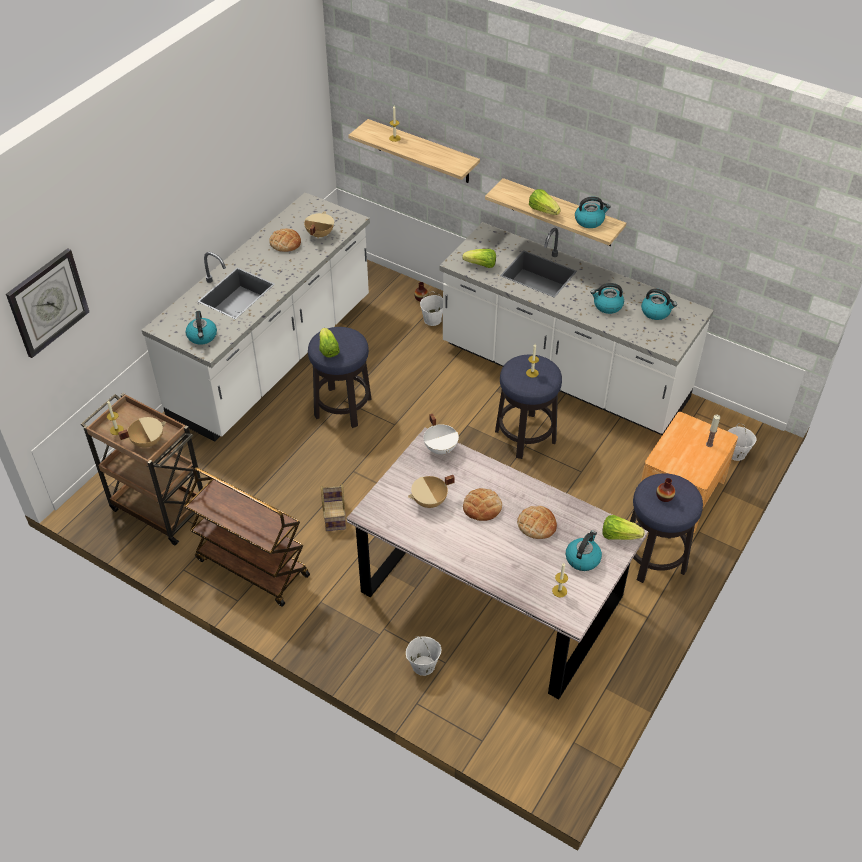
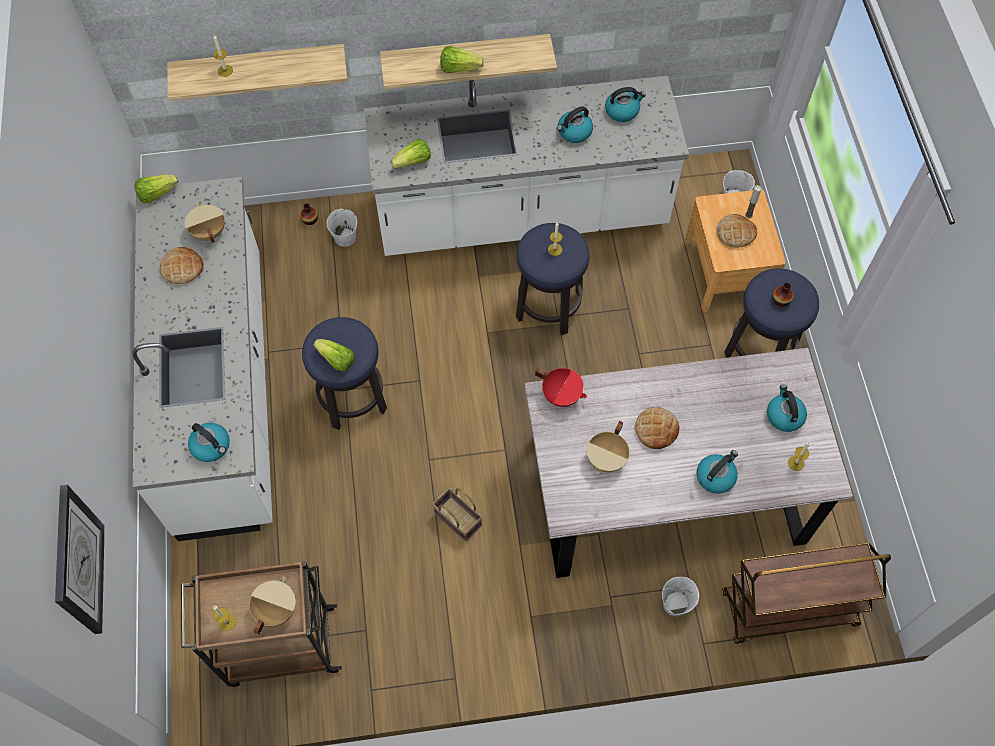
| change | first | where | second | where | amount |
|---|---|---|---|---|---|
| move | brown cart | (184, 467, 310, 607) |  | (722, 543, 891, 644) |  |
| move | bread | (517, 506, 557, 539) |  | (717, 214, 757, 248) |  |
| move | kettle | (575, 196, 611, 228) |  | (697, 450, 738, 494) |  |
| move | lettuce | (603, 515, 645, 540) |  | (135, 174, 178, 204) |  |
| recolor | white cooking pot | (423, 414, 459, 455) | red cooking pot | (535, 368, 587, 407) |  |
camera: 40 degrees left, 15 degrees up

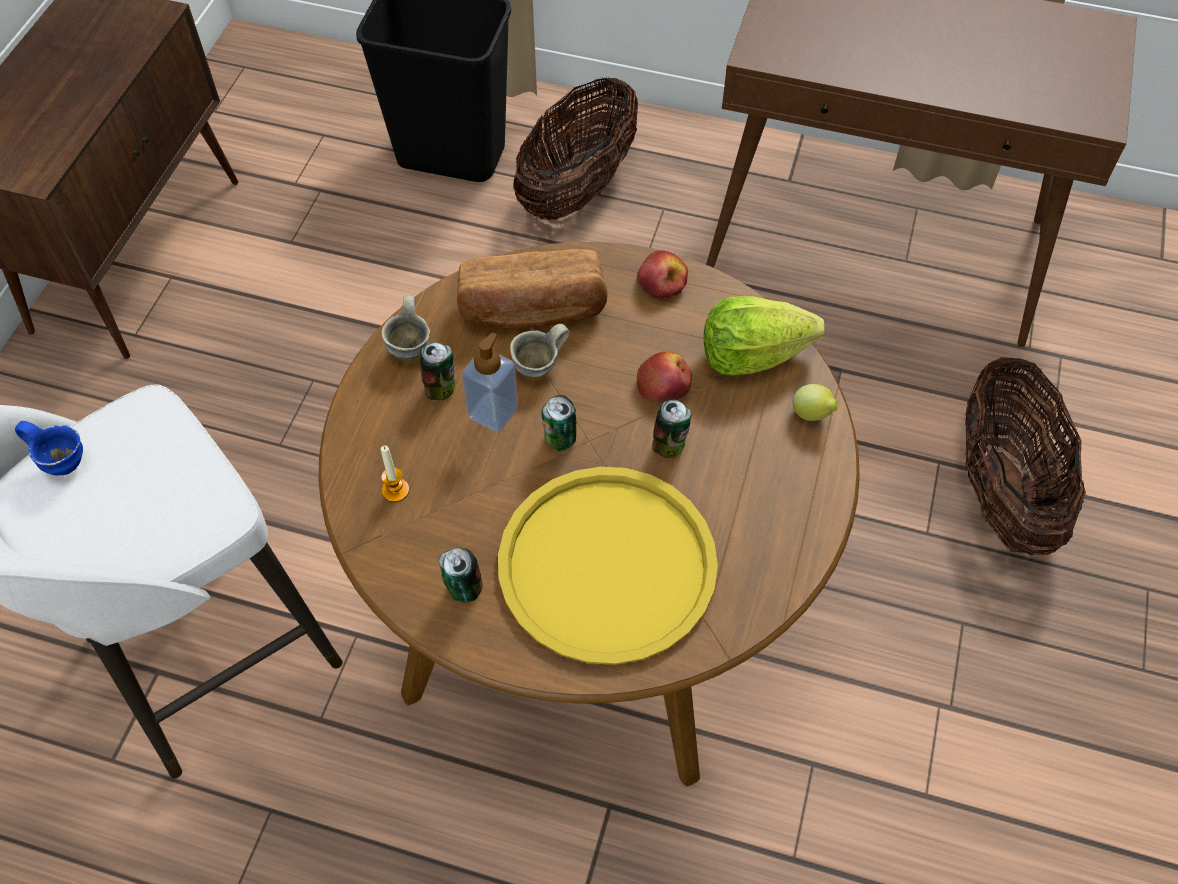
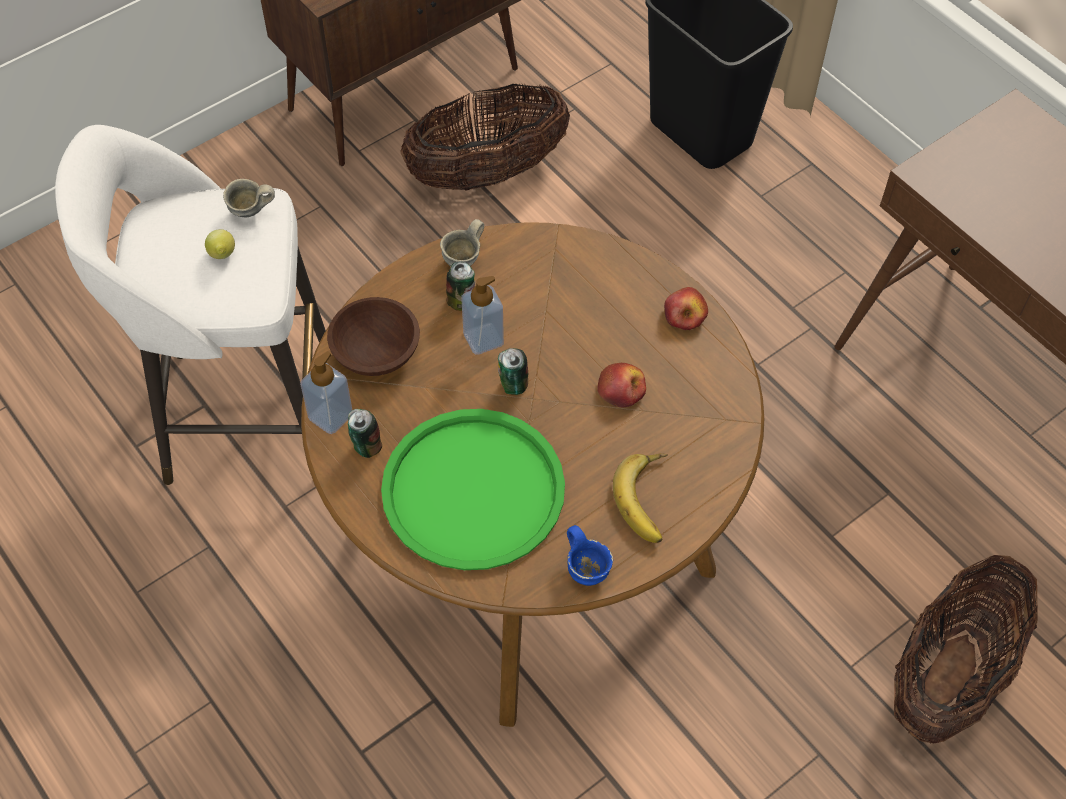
| change | first | where | second | where | amount |
|---|---|---|---|---|---|
| delete | bread | (457, 249, 607, 328) |  |  |  |
| delete | can | (652, 400, 691, 458) |  |  |  |
| delete | lettuce | (704, 296, 825, 376) |  |  |  |
| insert |  |  | soap dispenser | (300, 351, 352, 434) |  |
| insert |  |  | banana | (613, 453, 668, 543) |  |
| move | blue mug | (15, 421, 83, 475) |  | (567, 525, 613, 586) |  |
| move | grey mug | (510, 324, 570, 378) |  | (223, 179, 275, 217) |  |
| move | basket | (513, 76, 638, 220) |  | (401, 84, 570, 191) |  |
| move | lemon | (793, 384, 838, 421) |  | (205, 229, 235, 259) |  |
| replace | candle | (381, 446, 409, 502) | brown bowl | (327, 297, 420, 376) |  |
| recolor | yellow tray | (498, 467, 718, 665) | green tray | (381, 409, 565, 570) |  |
camera: 35 degrees right, 0 degrees up

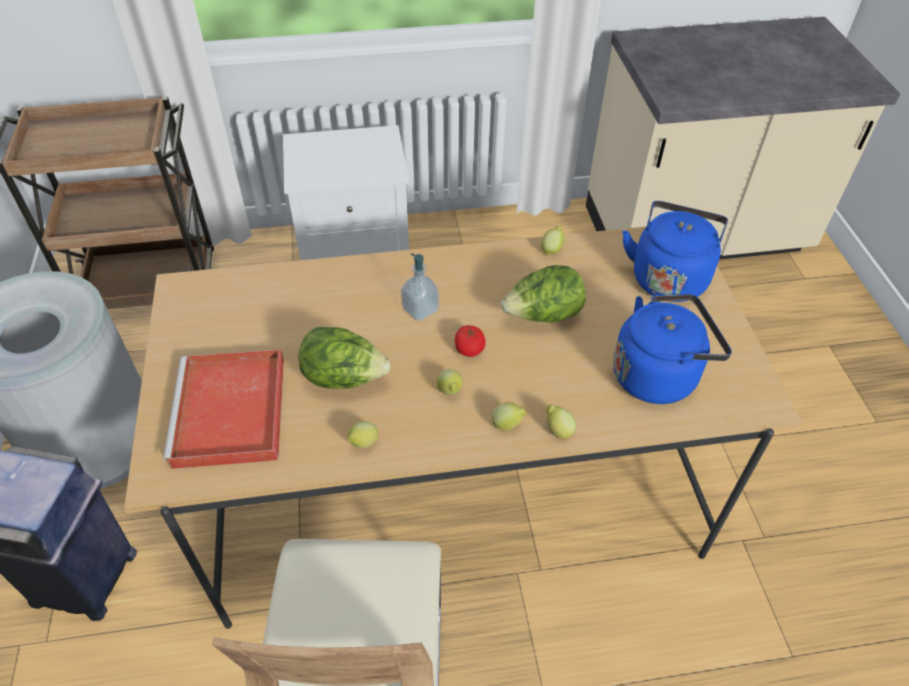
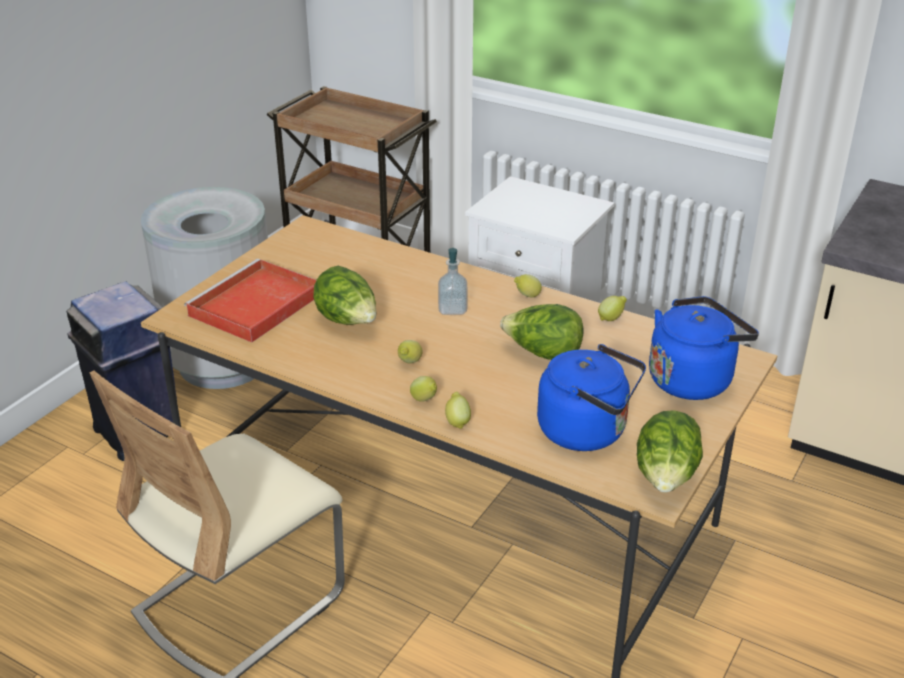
| change | first | where | second | where | amount |
|---|---|---|---|---|---|
| delete | tomato | (455, 325, 485, 357) |  |  |  |
| insert |  |  | lettuce | (637, 410, 703, 493) |  |
| move | lemon | (348, 421, 379, 448) |  | (514, 274, 542, 298) |  |
camera: 40 degrees right, 15 degrees down

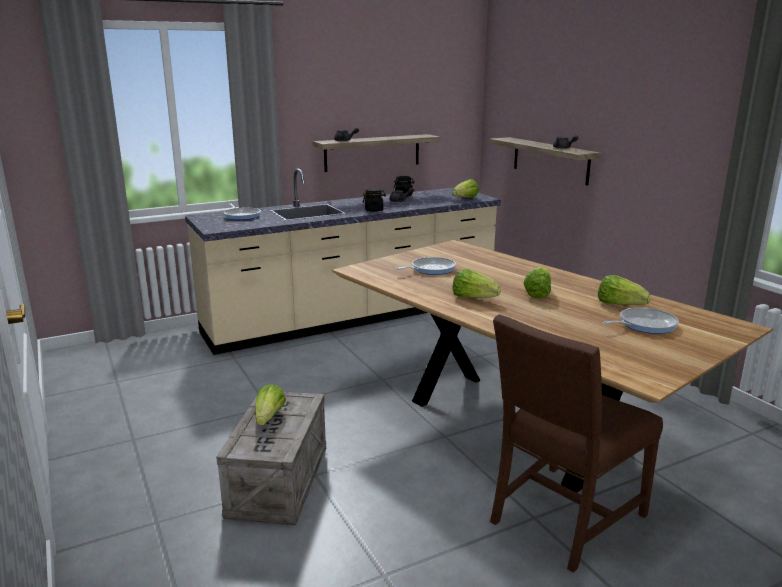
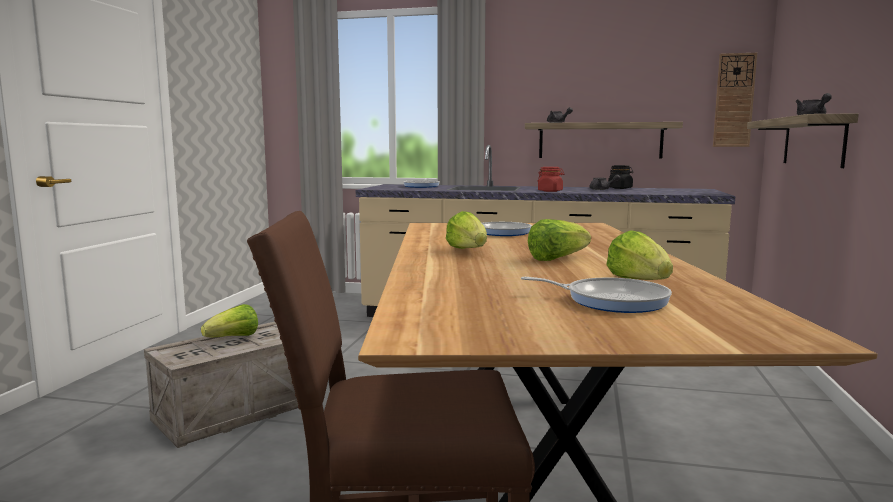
| change | first | where | second | where | amount |
|---|---|---|---|---|---|
| delete | lettuce | (452, 179, 479, 198) |  |  |  |
| insert |  |  | wall clock | (713, 53, 757, 147) |  |
| recolor | black jar | (363, 188, 386, 212) | red jar | (538, 167, 564, 192) |  |
camera: 40 degrees right, 10 degrees down

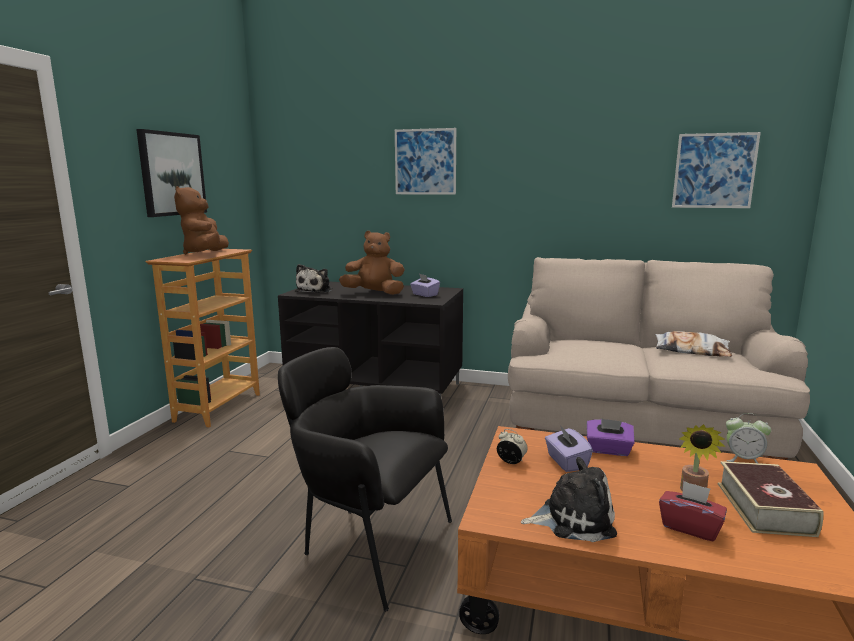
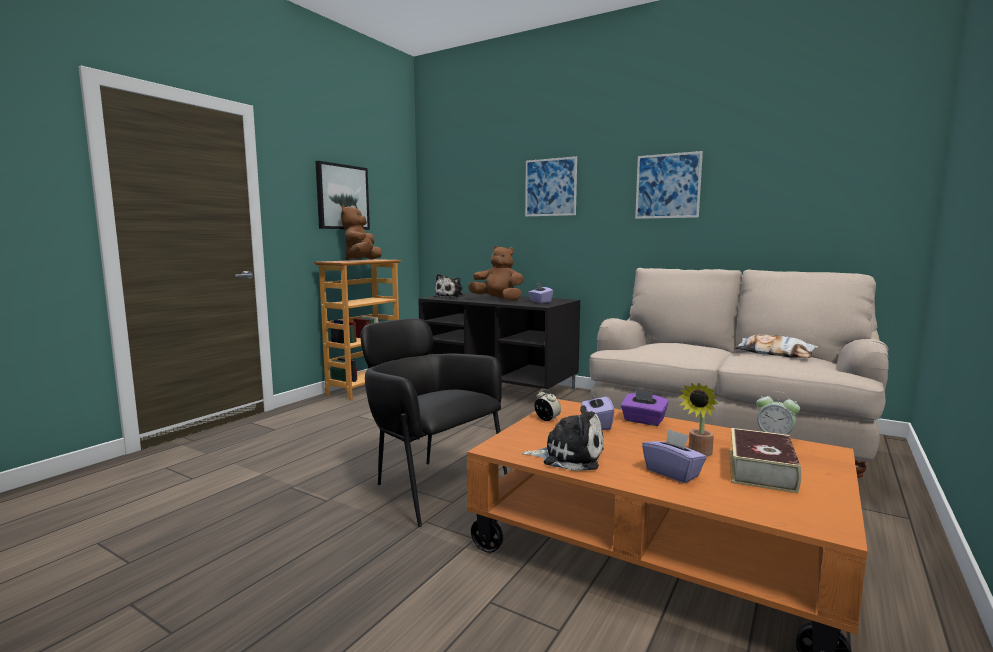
| change | first | where | second | where | amount |
|---|---|---|---|---|---|
| move | picture | (672, 132, 761, 208) |  | (635, 151, 703, 219) |  |
| recolor | red tissue box | (659, 481, 727, 542) | purple tissue box | (642, 429, 706, 483) |  |
camera: 15 degrees right, 5 degrees down

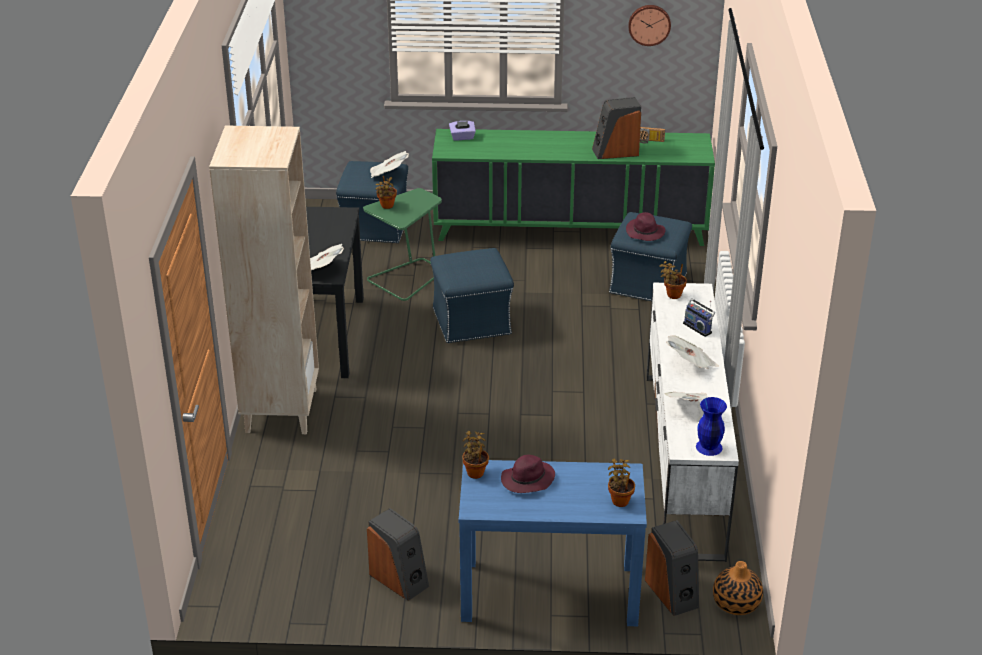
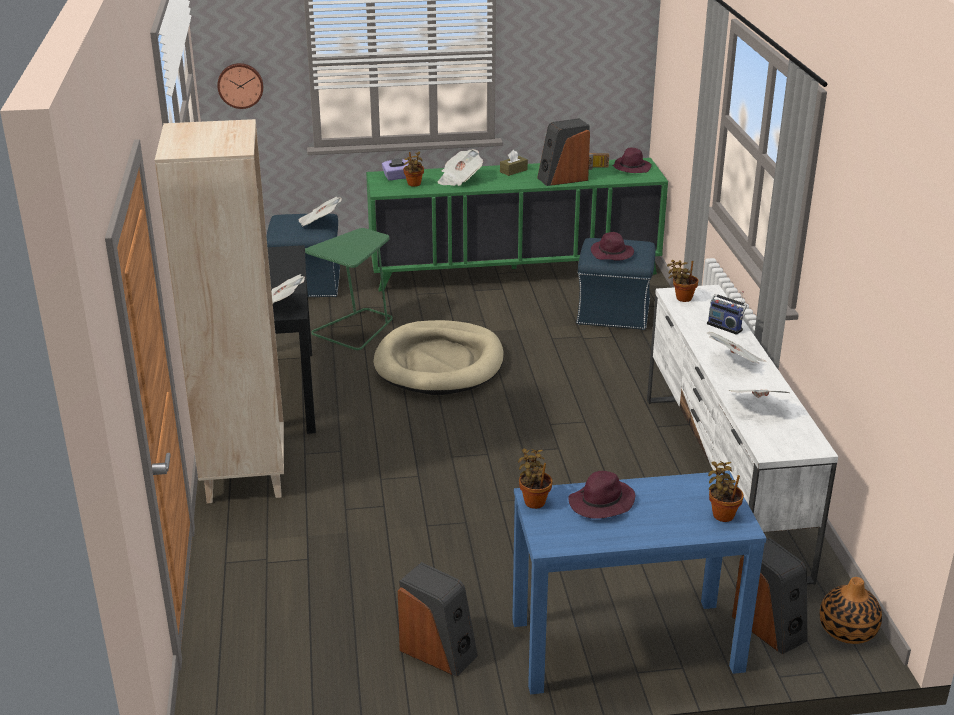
| change | first | where | second | where | amount |
|---|---|---|---|---|---|
| delete | blue vase | (696, 397, 727, 456) |  |  |  |
| insert |  |  | newspaper | (438, 149, 483, 186) |  |
| insert |  |  | brown tissue box | (500, 150, 528, 176) |  |
| insert |  |  | purple hat | (612, 148, 652, 173) |  |
| move | potted plant | (375, 176, 397, 209) |  | (403, 152, 424, 187) |  |
| move | wall clock | (628, 5, 671, 46) |  | (217, 63, 263, 109) |  |
| replace | blue ottoman | (430, 248, 514, 343) | beige dog bed | (373, 320, 504, 395) |  |
camera: 10 degrees left, 5 degrees down

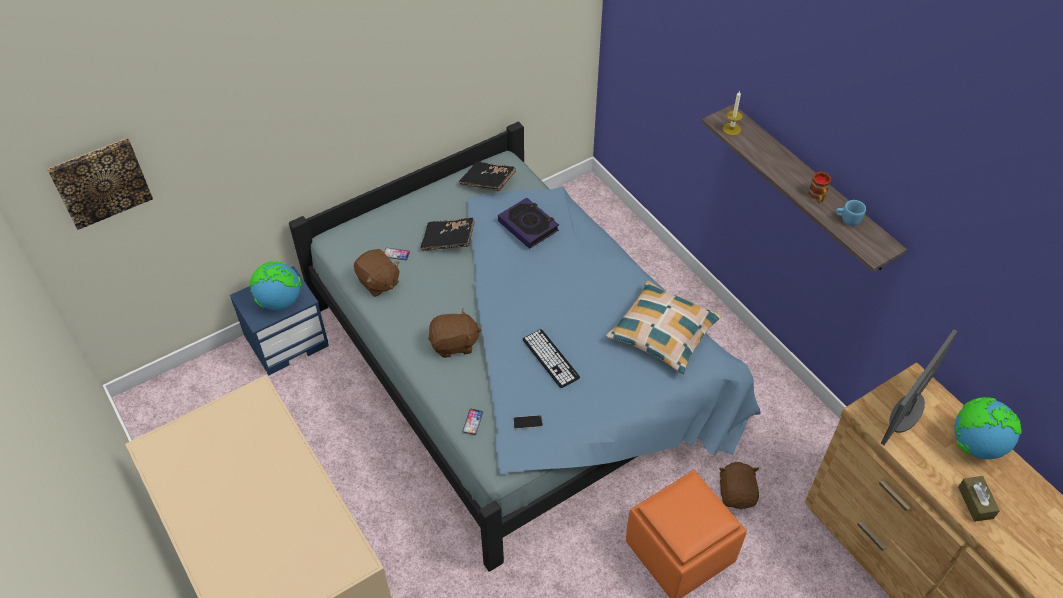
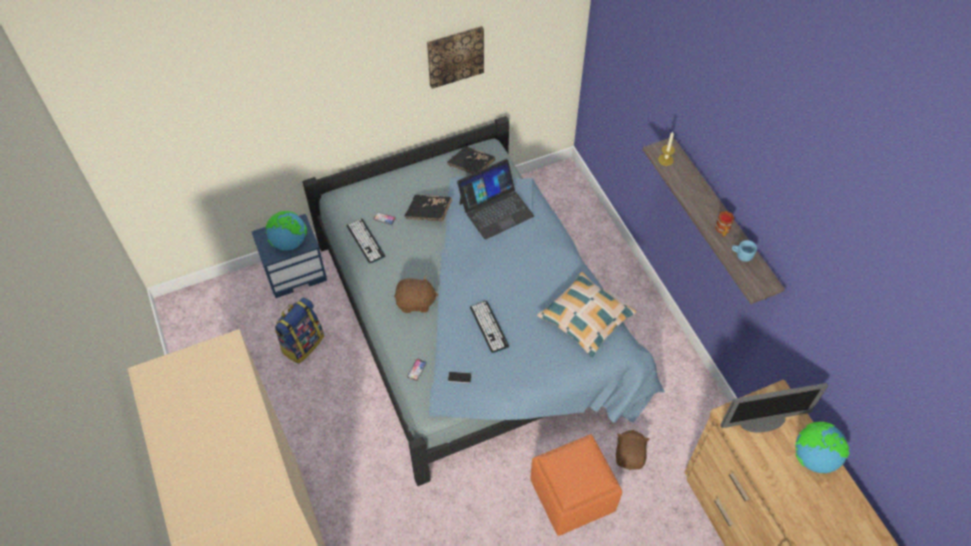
| change | first | where | second | where | amount |
|---|---|---|---|---|---|
| delete | brown tissue box | (958, 476, 1000, 522) |  |  |  |
| insert |  |  | backpack | (274, 297, 324, 364) |  |
| move | picture | (47, 138, 153, 230) |  | (427, 26, 484, 89) |  |
| replace | brown plush toy | (354, 249, 400, 297) | keyboard | (347, 218, 385, 264) |  |
| replace | book | (498, 198, 559, 249) | laptop | (457, 159, 534, 240) |  |
| rotate | monitor | (880, 329, 957, 445) |  | (721, 383, 828, 432) | 150 degrees counterclockwise |
camera: 10 degrees right, 5 degrees up

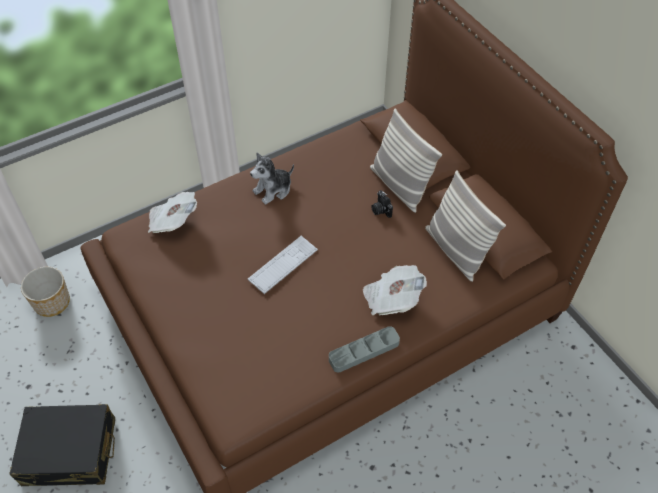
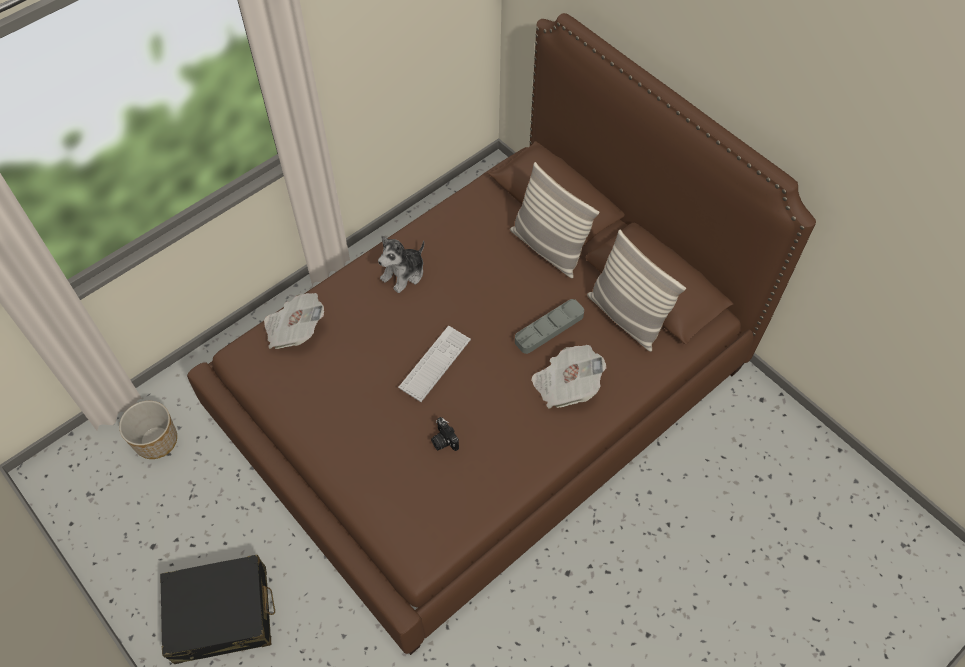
| change | first | where | second | where | amount |
|---|---|---|---|---|---|
| move | grey tray | (329, 326, 400, 373) |  | (515, 299, 584, 354) |  |
| move | photo camera | (371, 190, 393, 218) |  | (431, 417, 459, 451) |  |
camera: 10 degrees left, 5 degrees up

